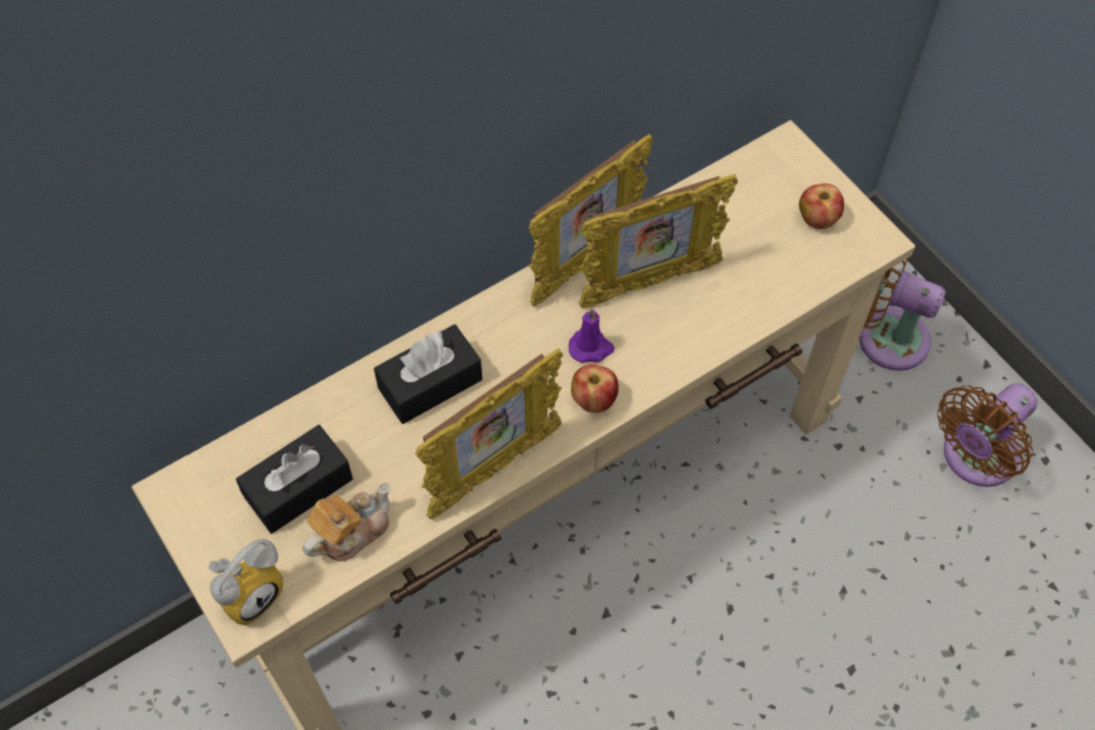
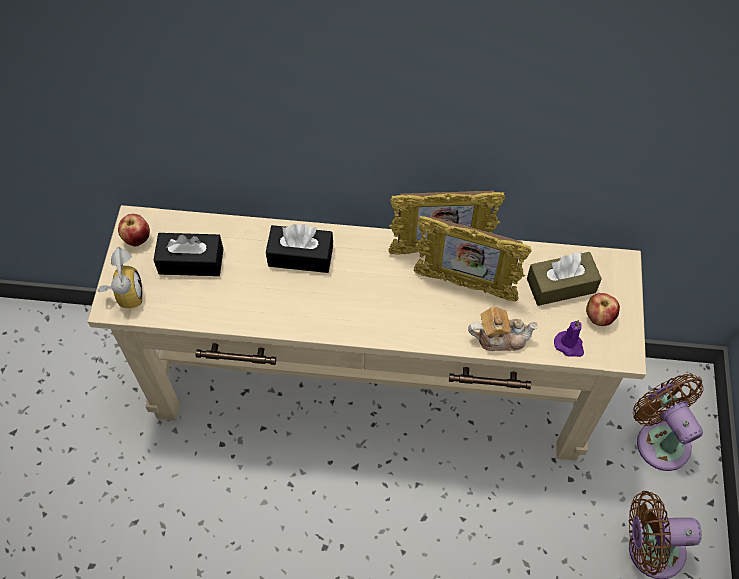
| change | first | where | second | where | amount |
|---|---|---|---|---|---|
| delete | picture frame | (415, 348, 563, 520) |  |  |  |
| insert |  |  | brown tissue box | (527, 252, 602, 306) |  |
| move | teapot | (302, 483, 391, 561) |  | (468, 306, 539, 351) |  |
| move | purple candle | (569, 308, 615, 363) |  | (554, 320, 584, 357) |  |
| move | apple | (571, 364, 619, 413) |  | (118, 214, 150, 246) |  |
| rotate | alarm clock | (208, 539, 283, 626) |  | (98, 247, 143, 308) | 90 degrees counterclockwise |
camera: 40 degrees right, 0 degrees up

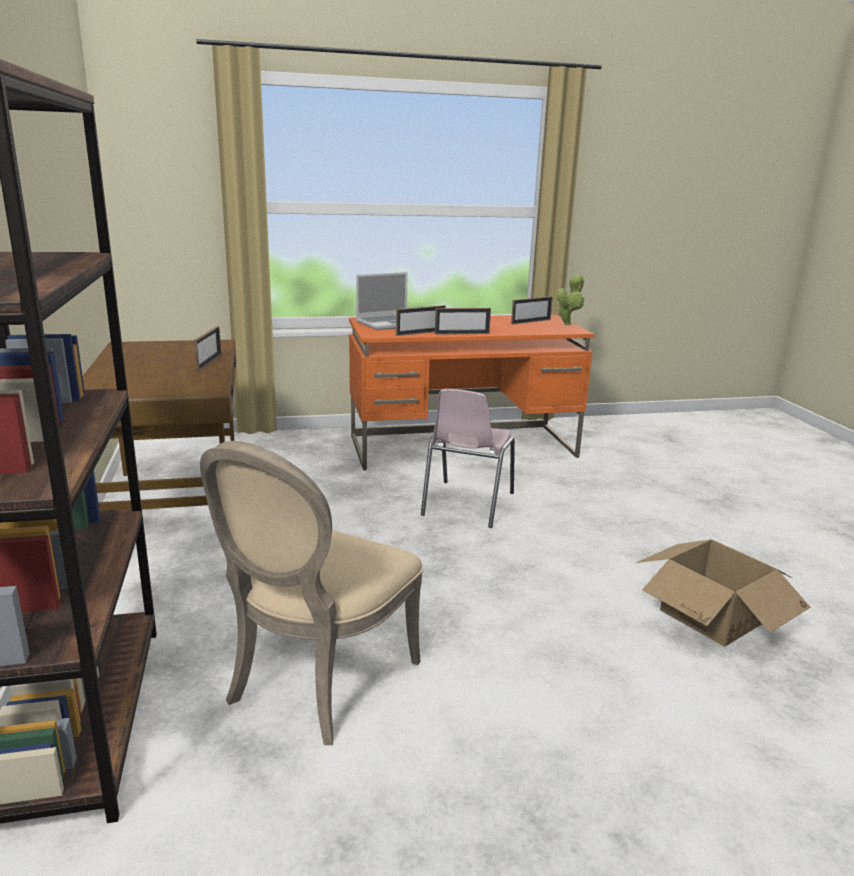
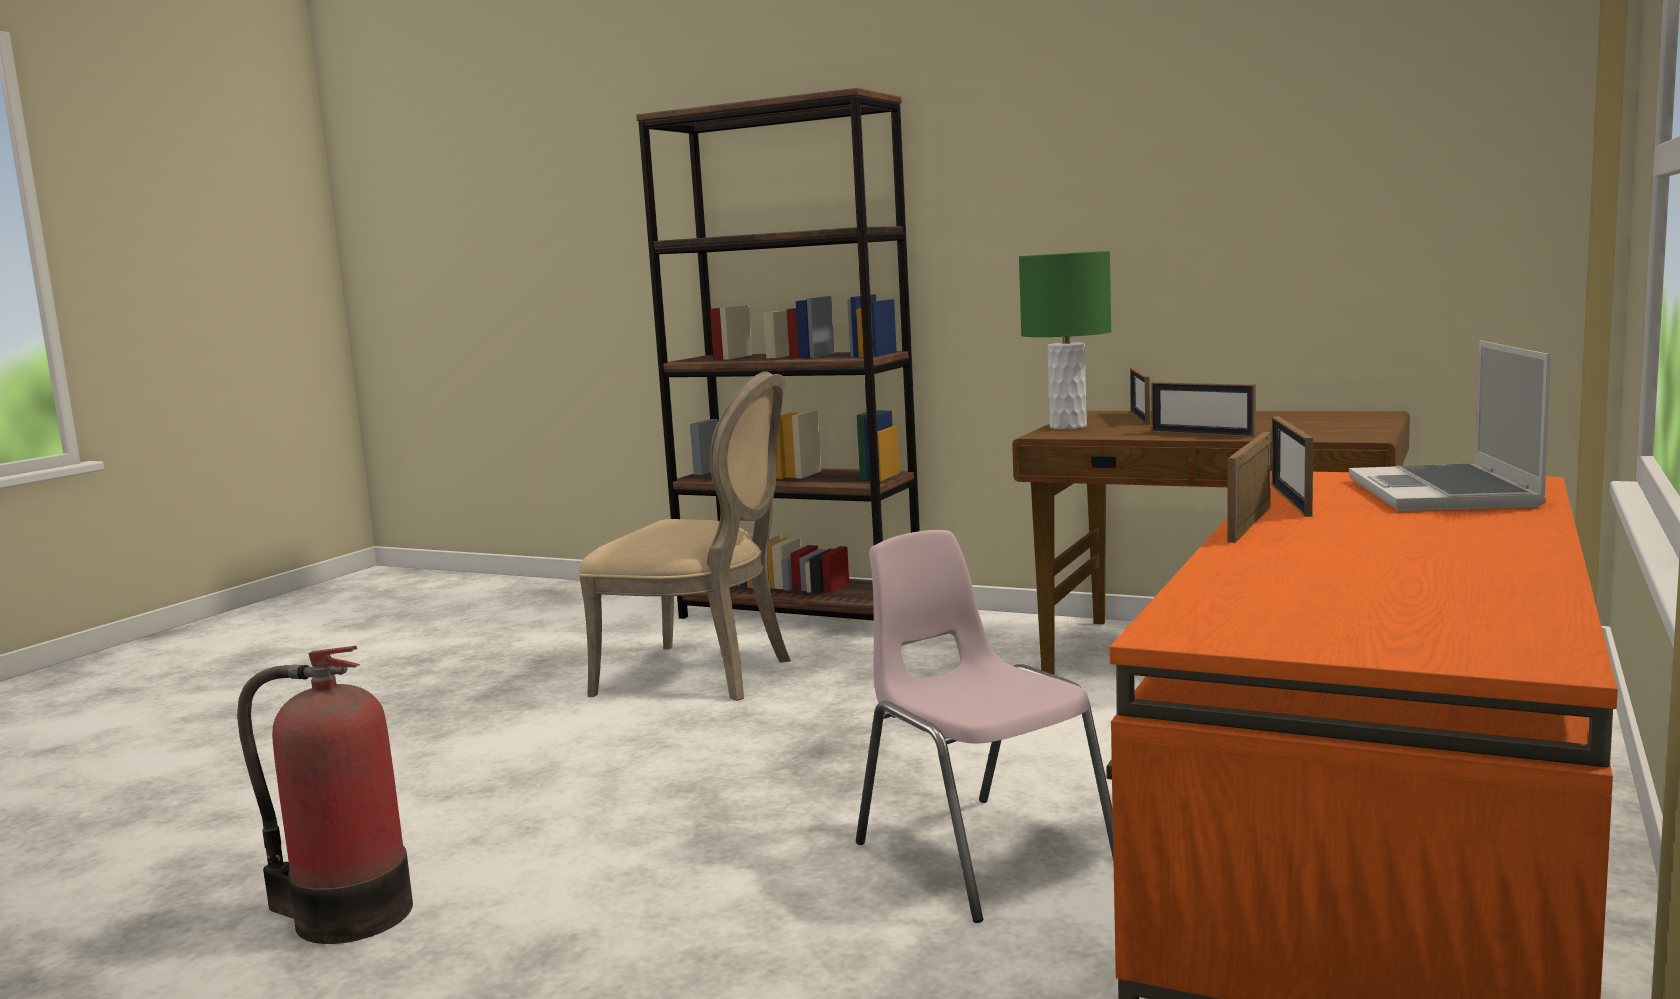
| change | first | where | second | where | amount |
|---|---|---|---|---|---|
| delete | potted plant | (557, 274, 585, 325) |  |  |  |
| insert |  |  | green table lamp | (1019, 251, 1111, 429) |  |
| move | picture frame | (511, 296, 553, 325) |  | (1130, 368, 1150, 425) |  |
| replace | cardboard box | (636, 539, 811, 646) | fire extinguisher | (237, 646, 413, 944) |  |
| rotate | beige chair | (200, 441, 423, 745) |  | (579, 371, 791, 701) | 135 degrees clockwise |
camera: 130 degrees right, 10 degrees down

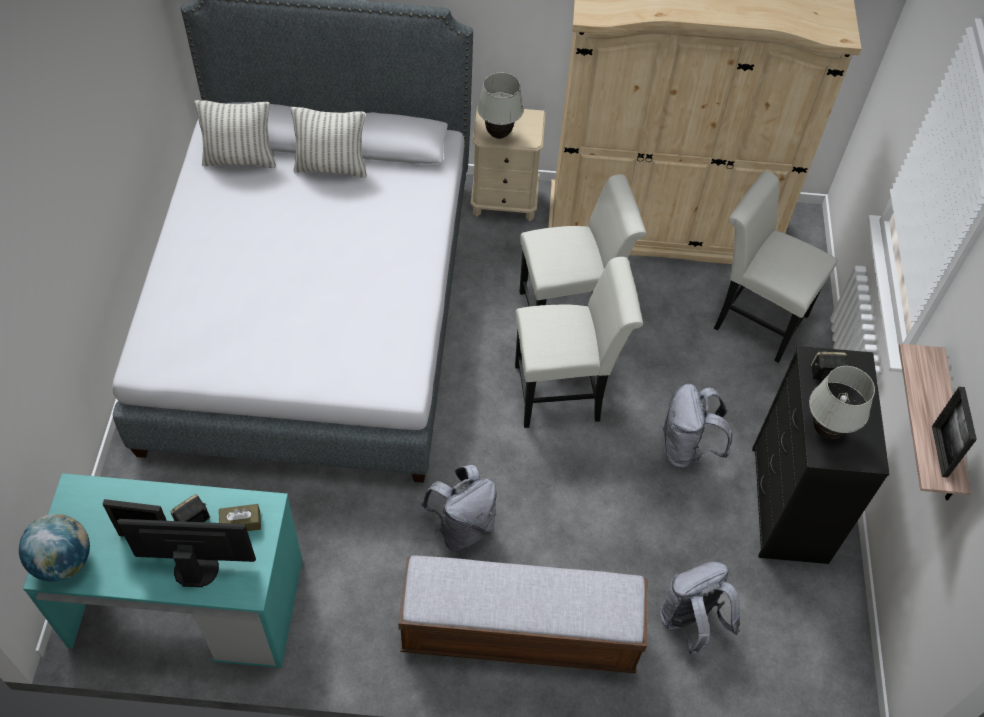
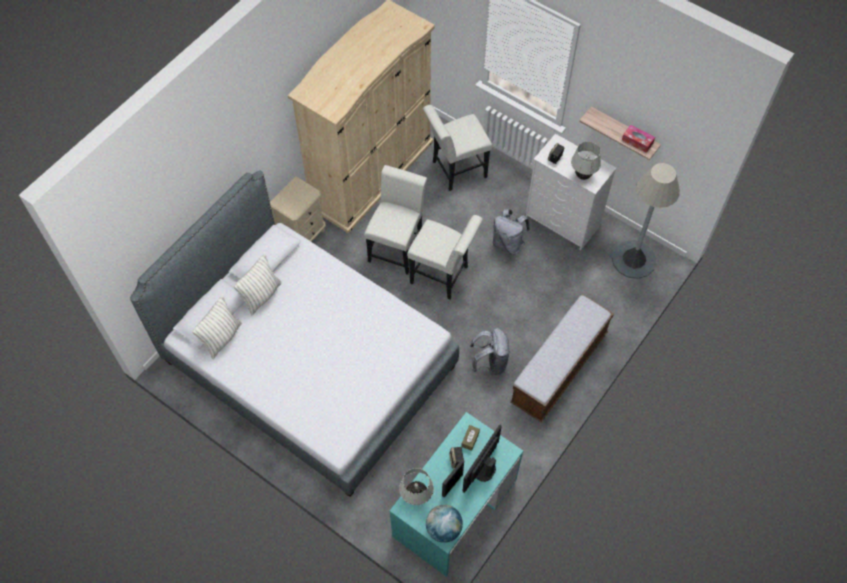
| change | first | where | second | where | amount |
|---|---|---|---|---|---|
| delete | grey backpack | (660, 562, 740, 656) |  |  |  |
| insert |  |  | grey floor lamp | (612, 163, 680, 279) |  |
| move | white table lamp | (477, 72, 524, 139) |  | (399, 468, 434, 505) |  |
| replace | picture frame | (932, 387, 977, 477) | tissue box | (622, 125, 655, 153) |  |
| recolor | black dresser | (752, 346, 889, 564) | white dresser | (526, 134, 616, 251) |  |
| rotate | white chair | (515, 257, 643, 428) |  | (407, 215, 483, 299) | 90 degrees clockwise |
camera: 55 degrees left, 5 degrees up

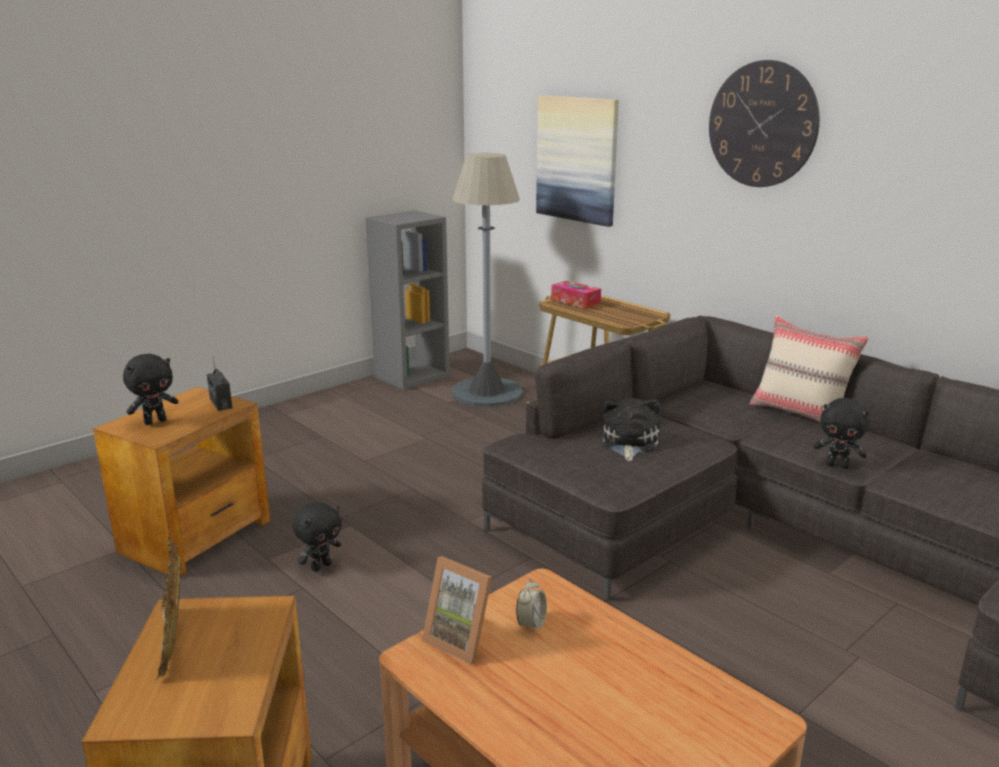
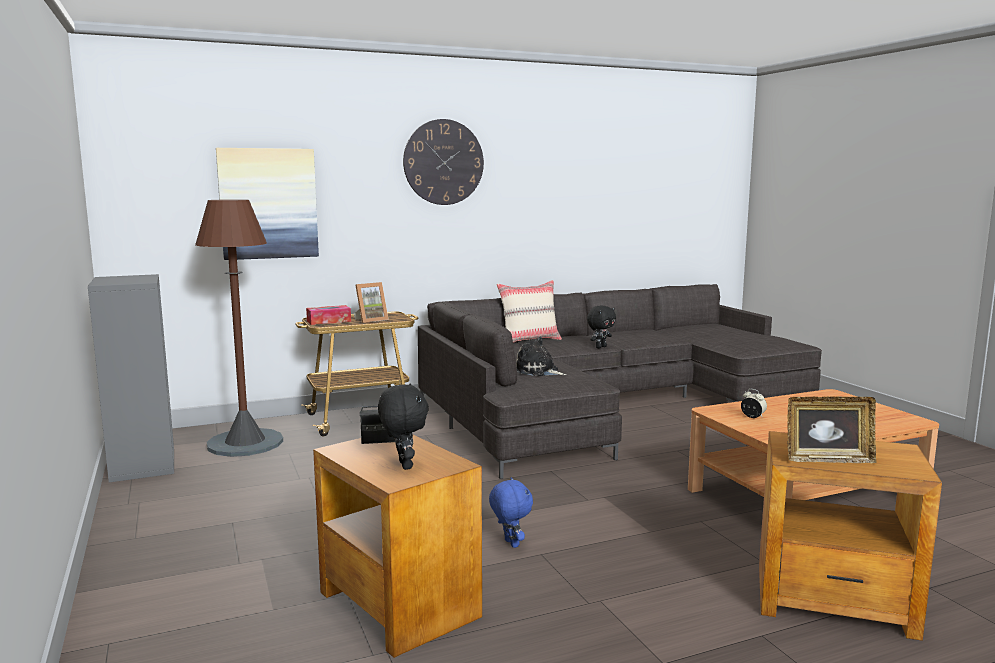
| change | first | where | second | where | amount |
|---|---|---|---|---|---|
| move | picture frame | (422, 556, 492, 664) |  | (354, 282, 389, 323) |  |
| recolor | black plush toy | (293, 502, 342, 572) | blue plush toy | (489, 477, 533, 548) |  |
| recolor | grey floor lamp | (452, 153, 523, 407) | brown floor lamp | (195, 199, 283, 457) |  |
camera: 70 degrees left, 10 degrees down

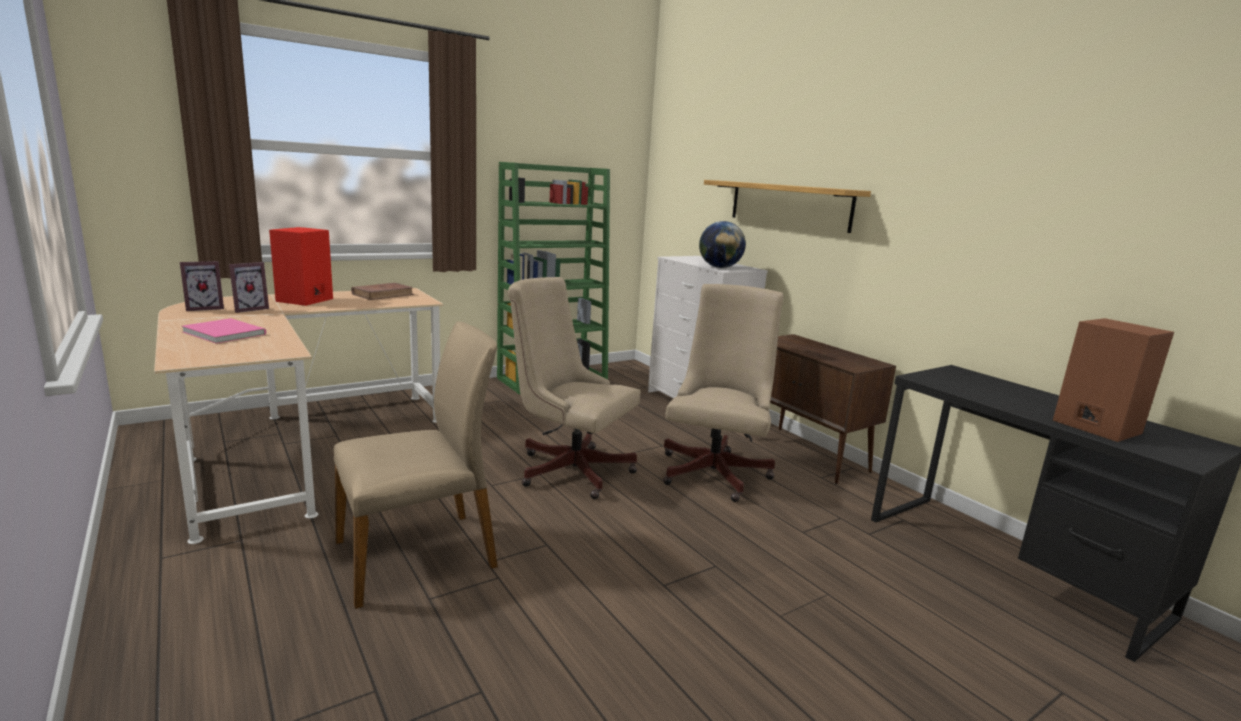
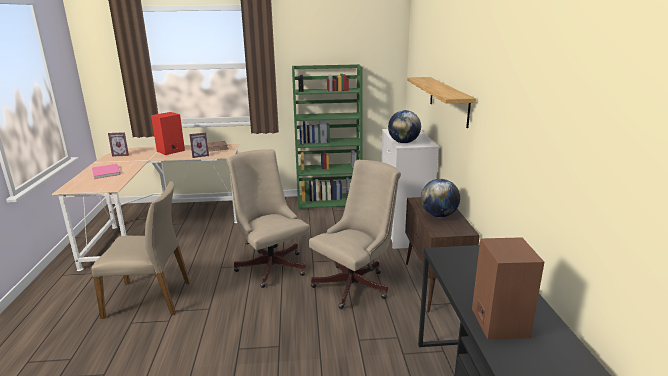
| change | first | where | second | where | amount |
|---|---|---|---|---|---|
| insert |  |  | globe | (421, 179, 460, 217) |  |
| move | picture frame | (229, 262, 269, 313) |  | (189, 132, 209, 158) |  |
camera: 30 degrees right, 5 degrees up

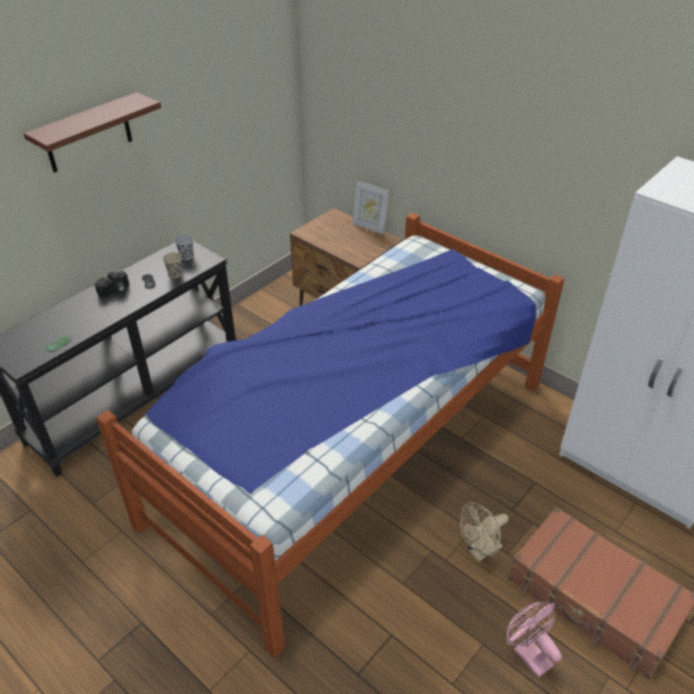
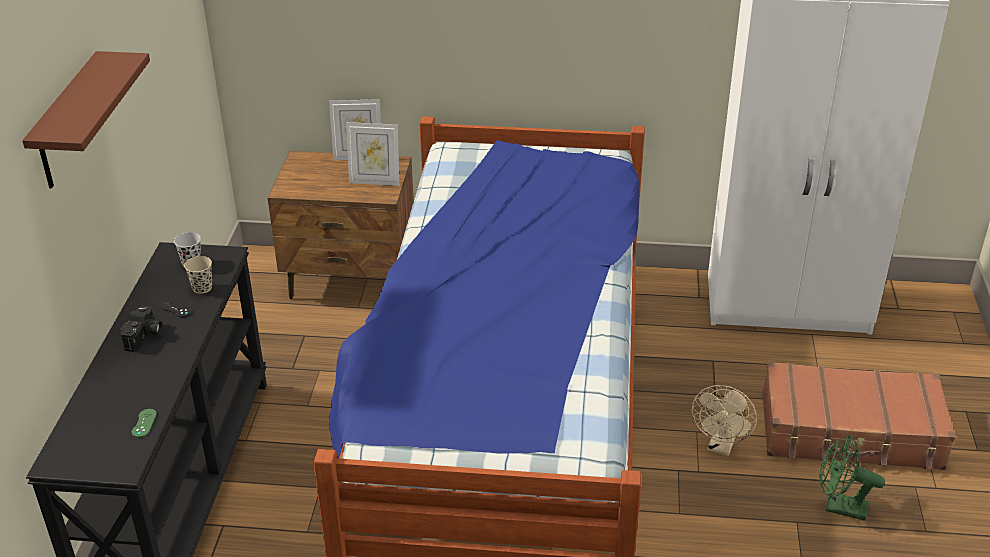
| change | first | where | second | where | amount |
|---|---|---|---|---|---|
| insert |  |  | picture frame | (346, 122, 399, 186) |  |
| recolor | pink fan | (506, 602, 562, 678) | green fan | (820, 435, 885, 521) |  |
camera: 35 degrees left, 5 degrees down

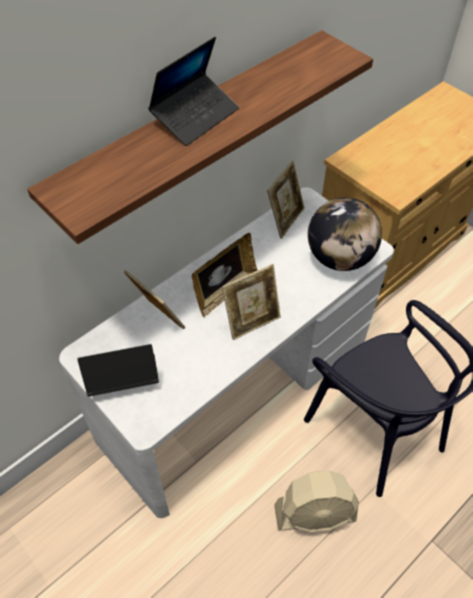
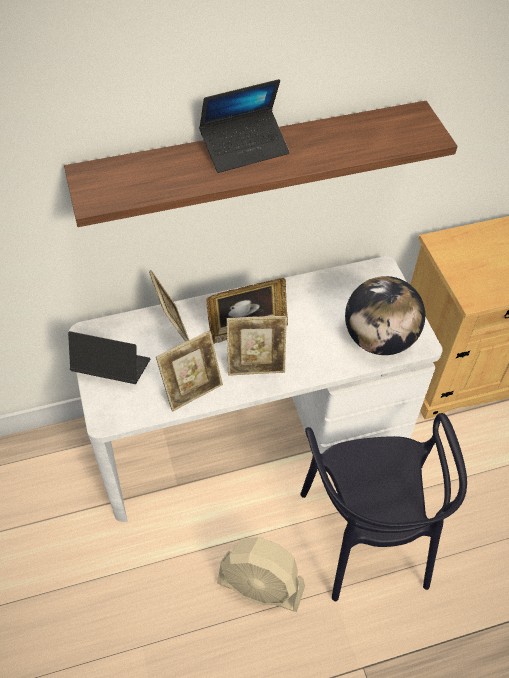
| change | first | where | second | where | amount |
|---|---|---|---|---|---|
| move | picture frame | (267, 161, 305, 239) |  | (156, 331, 223, 412) |  |
camera: 25 degrees right, 0 degrees up

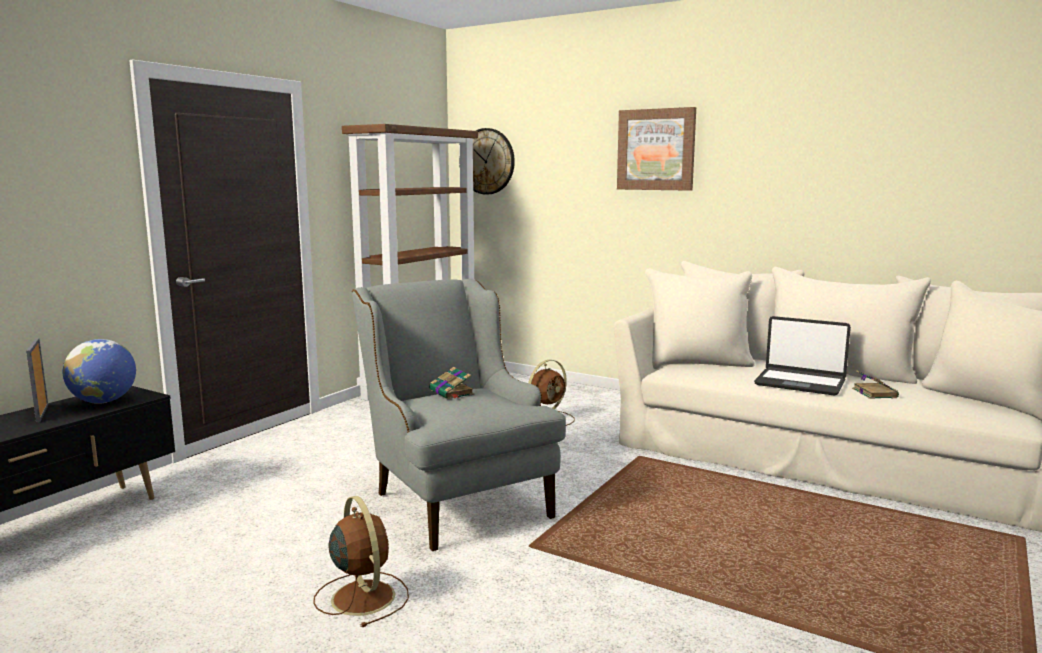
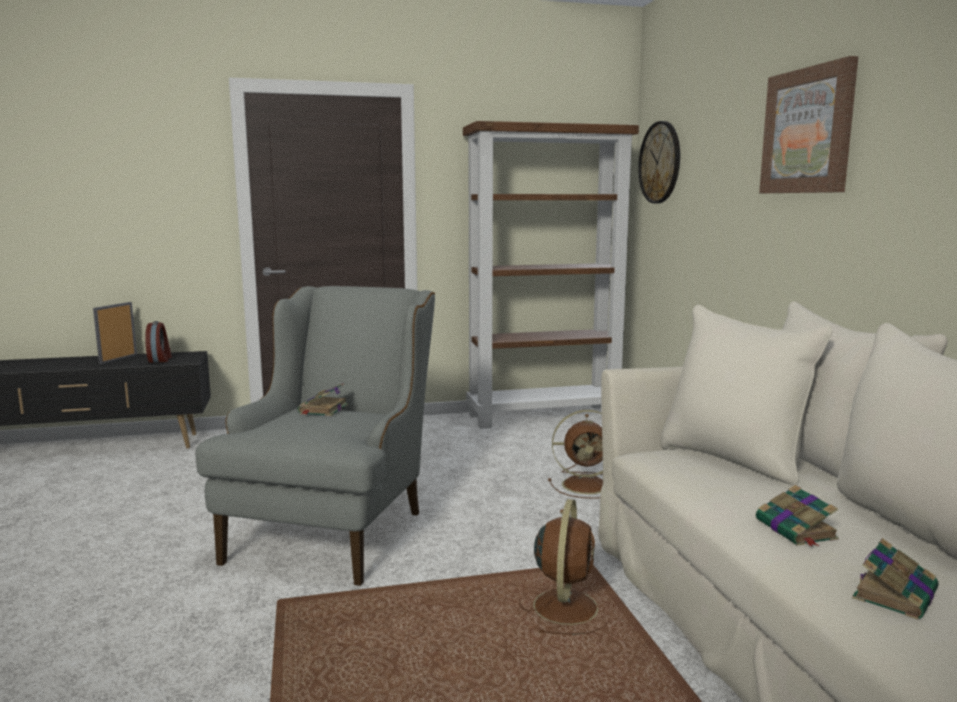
| change | first | where | second | where | amount |
|---|---|---|---|---|---|
| move | brown fan | (313, 496, 409, 627) |  | (519, 499, 608, 635) |  |
| replace | globe | (63, 339, 136, 404) | alarm clock | (145, 321, 172, 363) |  |
| replace | laptop | (754, 316, 851, 396) | book | (756, 485, 839, 547) |  |
camera: 45 degrees right, 0 degrees up

